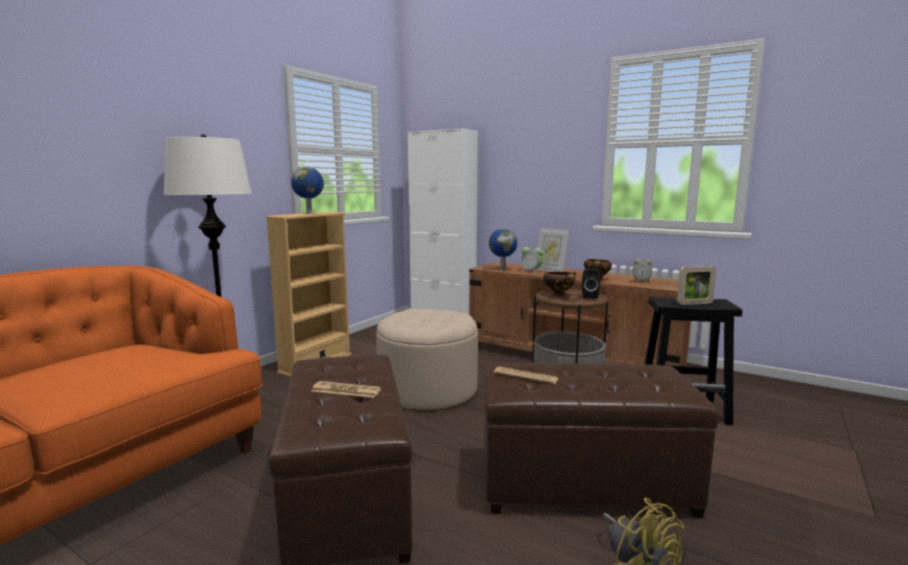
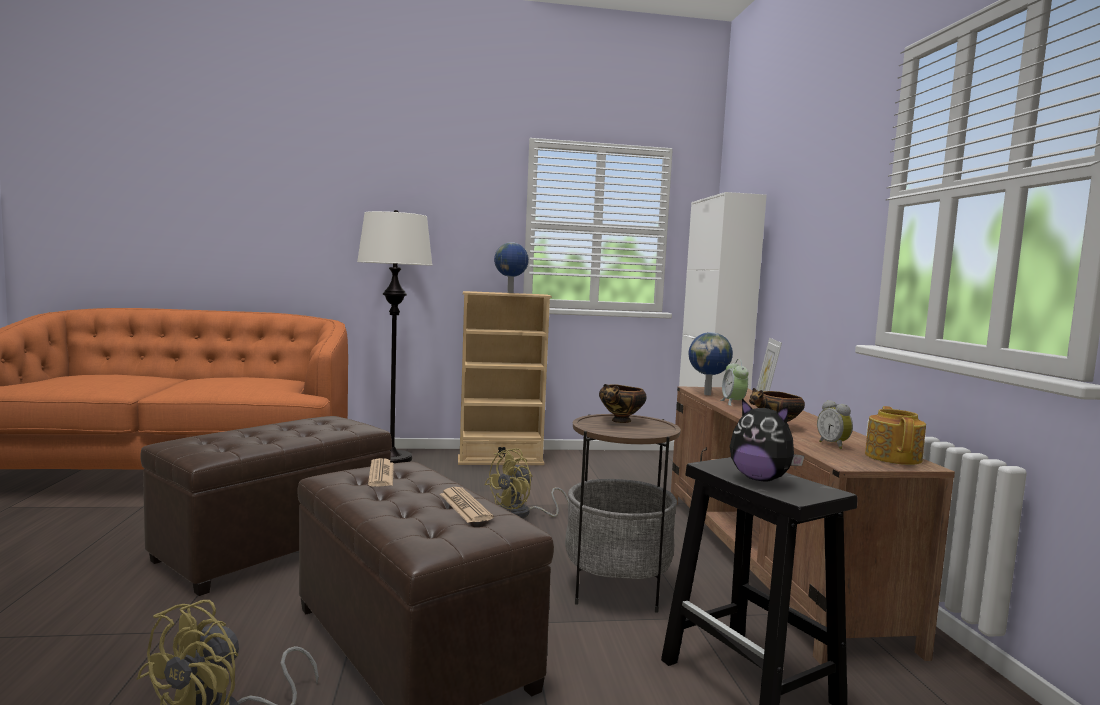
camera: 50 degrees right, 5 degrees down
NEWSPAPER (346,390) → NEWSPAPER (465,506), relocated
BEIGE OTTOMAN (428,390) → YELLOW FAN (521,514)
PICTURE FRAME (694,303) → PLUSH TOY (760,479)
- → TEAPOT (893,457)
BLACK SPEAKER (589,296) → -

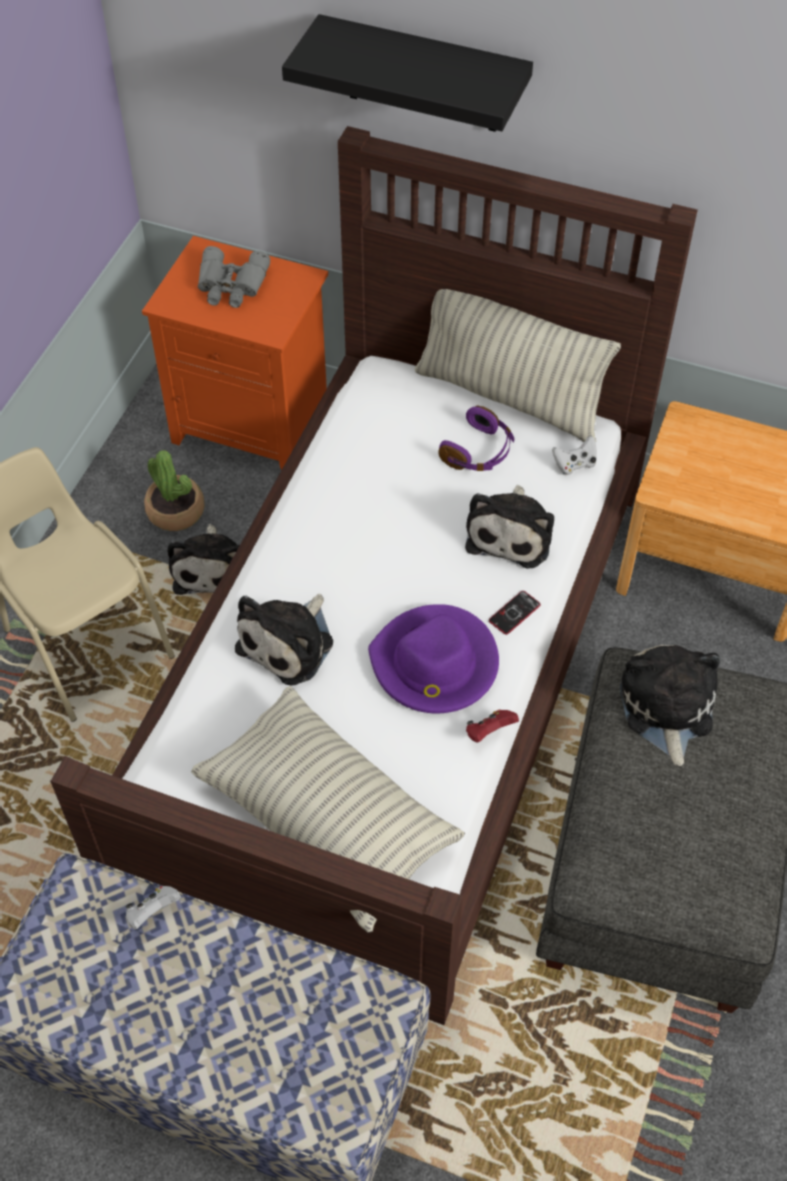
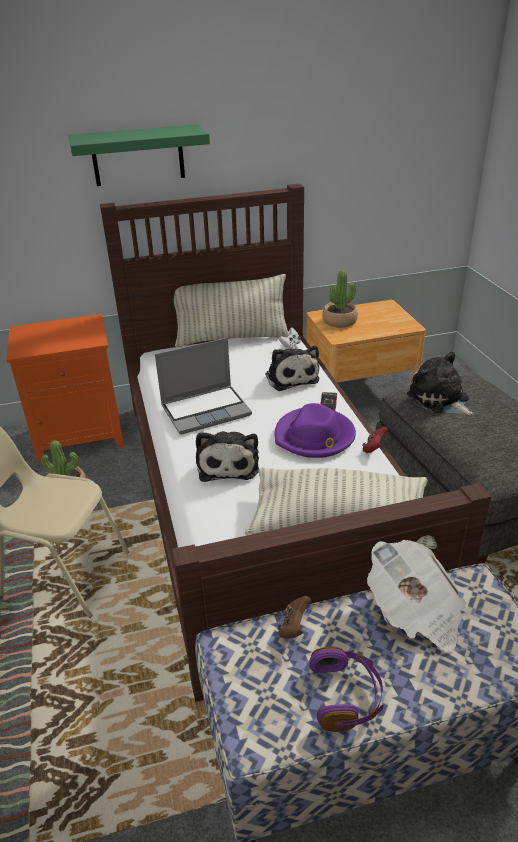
camera: 35 degrees left, 20 degrees down
BLACK SHELF (423,75) → GREEN SHELF (138,156)
- → LAPTOP (206,410)
WHITE GAME CONTROLLER (153,912) → BROWN GAME CONTROLLER (294,627)
PURPLE HEADPHONES (478,452) → PURPLE HEADPHONES (346,696), relocated
- → POTTED PLANT (339,321)
- → NEWSPAPER (415,612)
PLUSH TOY (211,568) → -
GREY BINOCULARS (231,286) → -

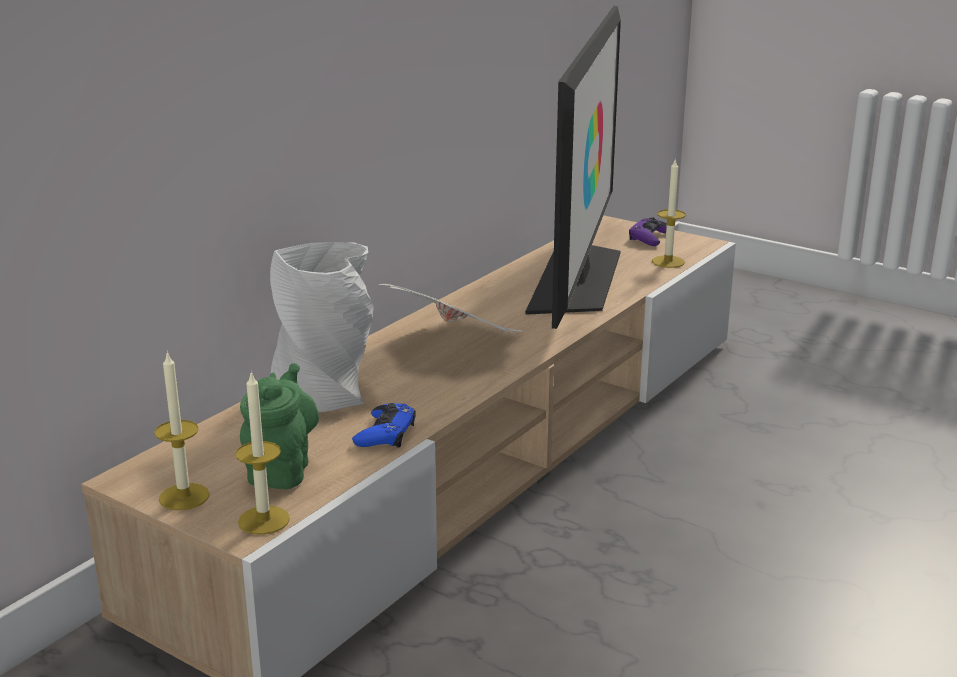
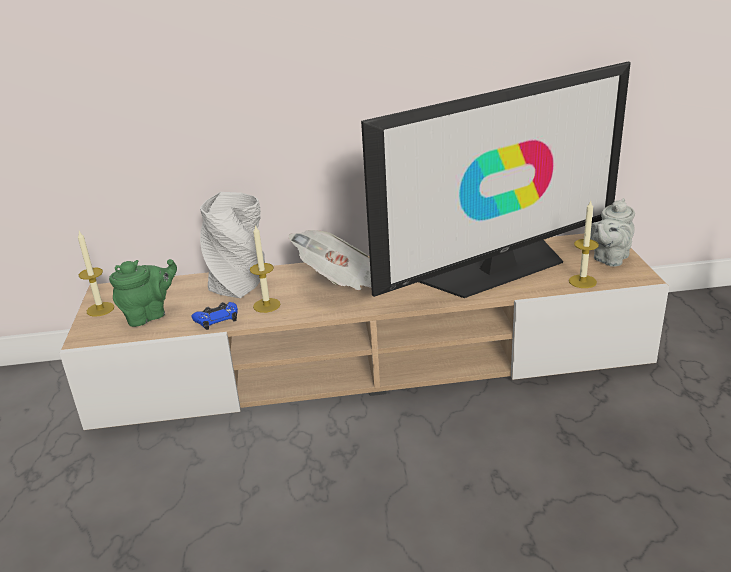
camera: 50 degrees right, 5 degrees up
CANDLE (264,520) → CANDLE (266,305), relocated
PURPLE GAME CONTROLLER (650,238) → GREY TEAPOT (609,259)

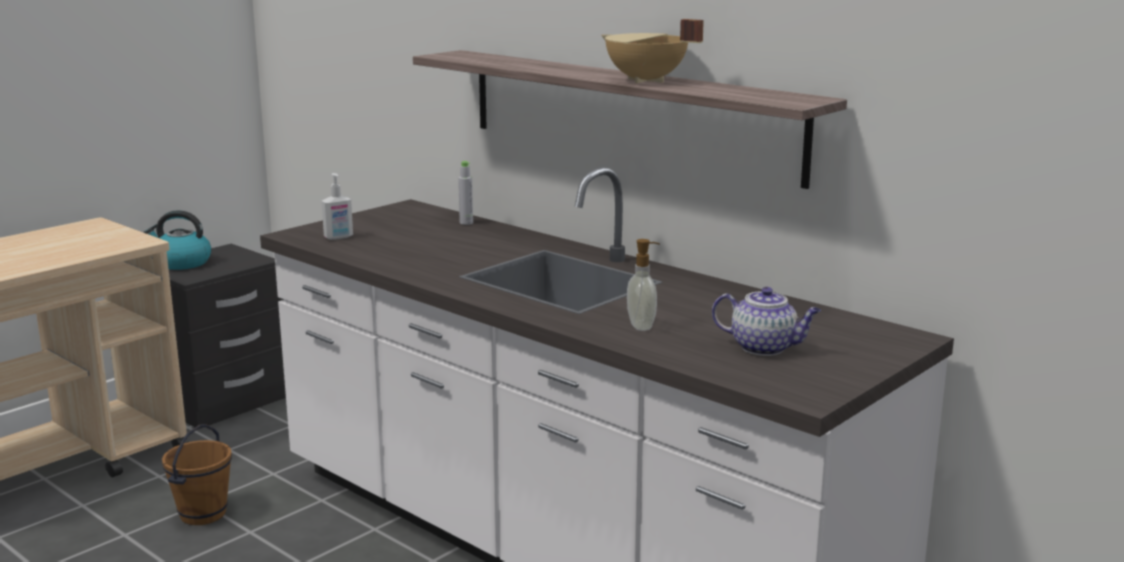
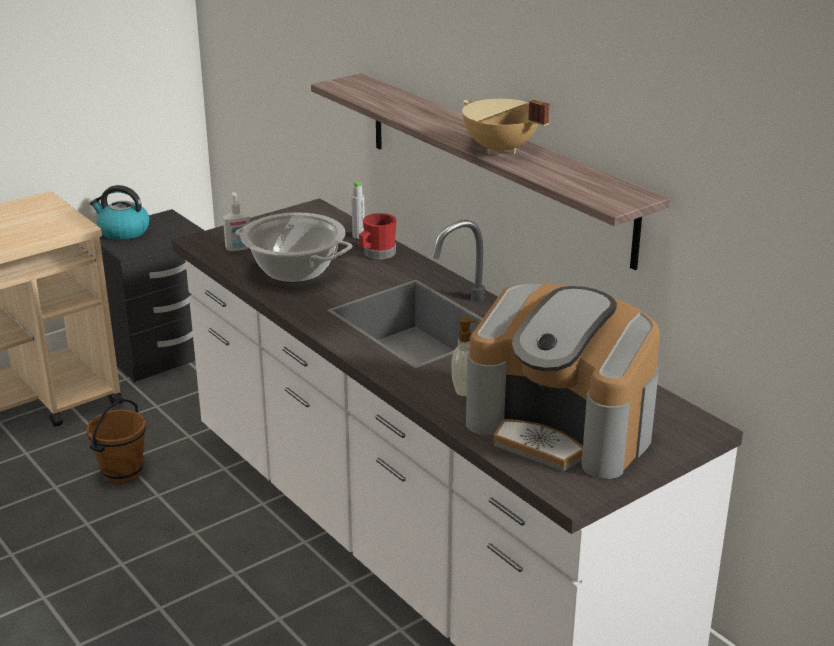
camera: 10 degrees right, 10 degrees up
- → COOKING POT (295,270)
- → RED MUG (377,254)
TEAPOT (765,348) → COFFEE MACHINE (562,428)

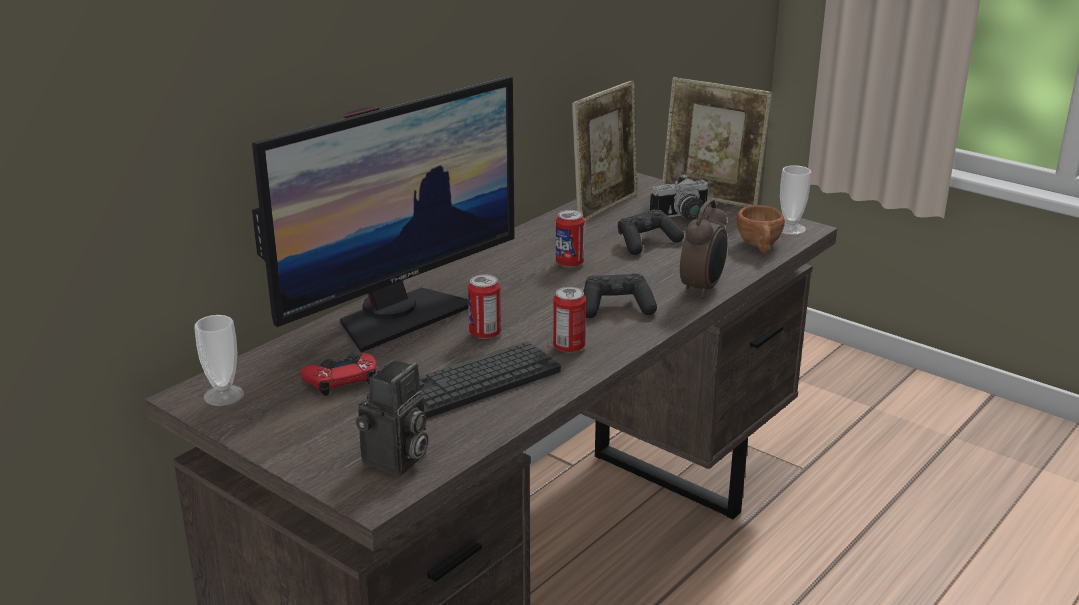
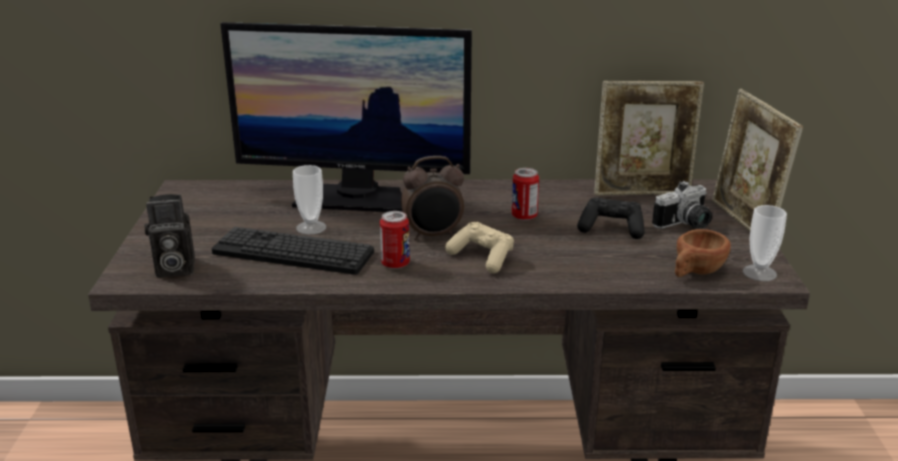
camera: 50 degrees right, 0 degrees up
CUP (224,395) → CUP (311,227), relocated
ALARM CLOCK (703,289) → ALARM CLOCK (433,235), relocated
BLACK GAME CONTROLLER (616,308) → BEIGE GAME CONTROLLER (482,257)
PHOTO CAMERA (683,218) → PHOTO CAMERA (685,225), 60 degrees counterclockwise
RED GAME CONTROLLER (341,379) → -
CAN (485,334) → -

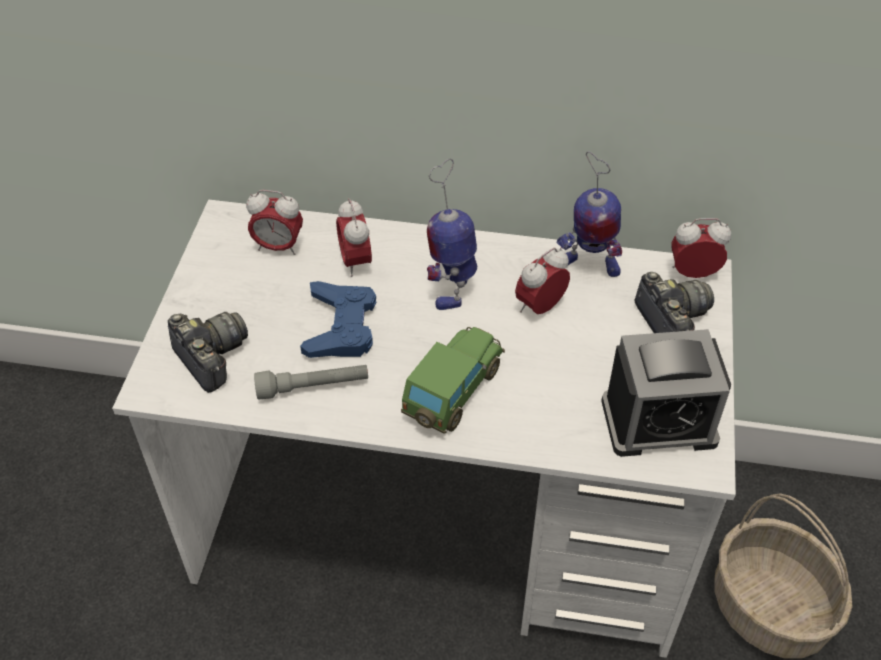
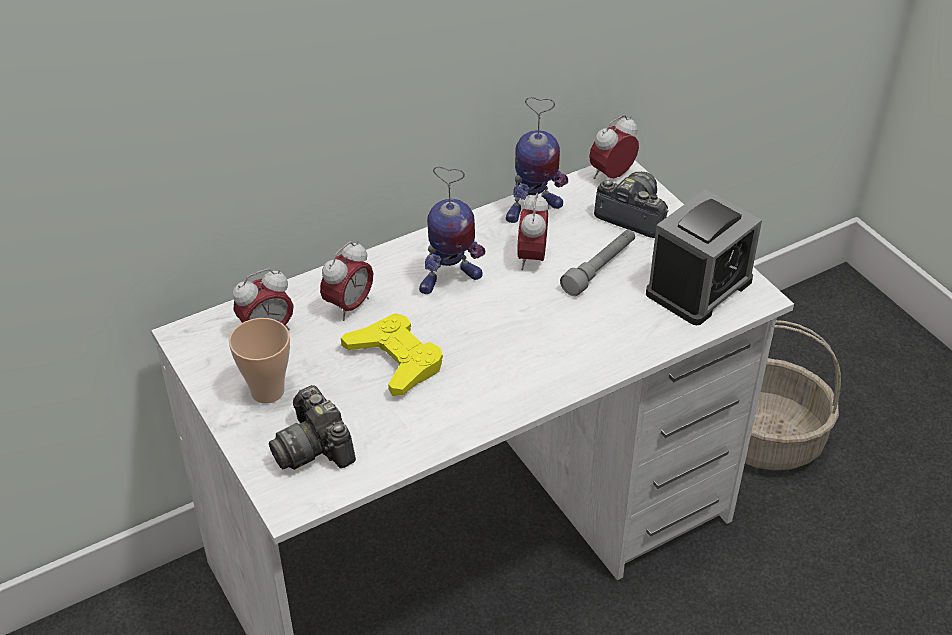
camera: 40 degrees left, 5 degrees down
- → CUP (267,391)
PHOTO CAMERA (211,357) → PHOTO CAMERA (314,447), 135 degrees counterclockwise
ALARM CLOCK (356,262) → ALARM CLOCK (349,306), 90 degrees counterclockwise
BLUE GAME CONTROLLER (341,326) → YELLOW GAME CONTROLLER (395,360)
TOY ROBOT (452,286) → TOY ROBOT (449,281), 90 degrees counterclockwise
GREY FLASHLIGHT (313,387) → GREY FLASHLIGHT (599,269), relocated
TOY CAR (452,392) → -

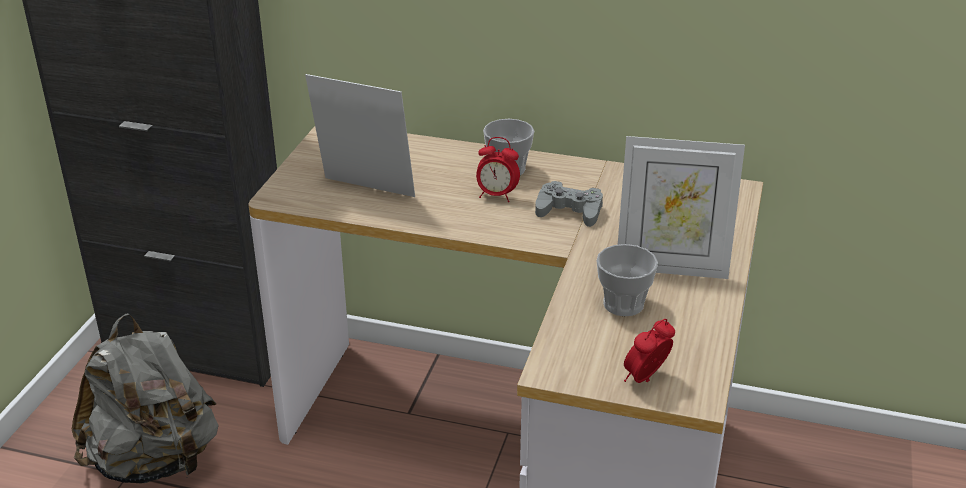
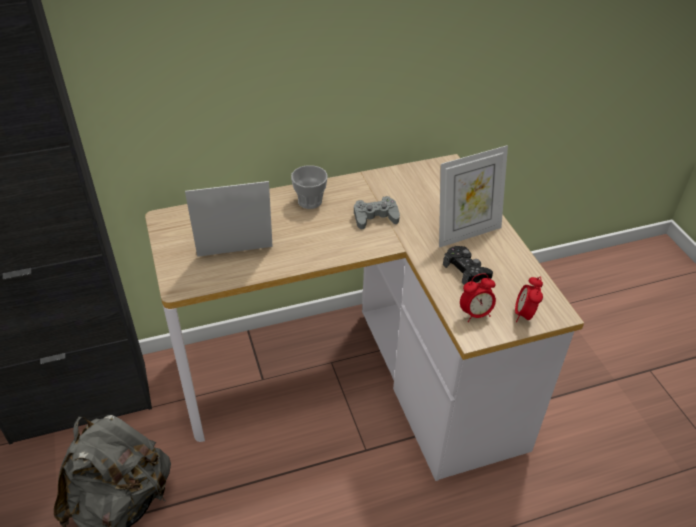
camera: 35 degrees left, 10 degrees up
CUP (623,304) → BLACK GAME CONTROLLER (466,270)
ALARM CLOCK (496,196) → ALARM CLOCK (475,314), relocated

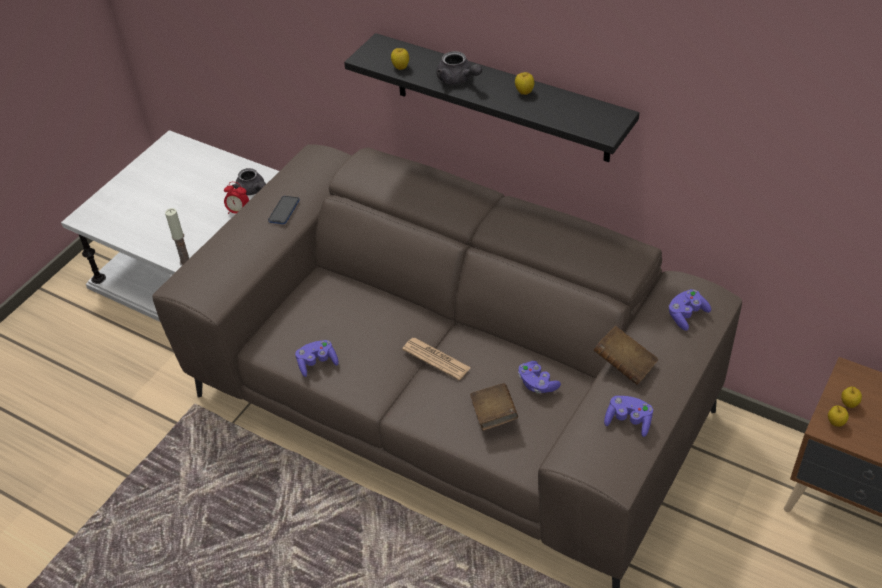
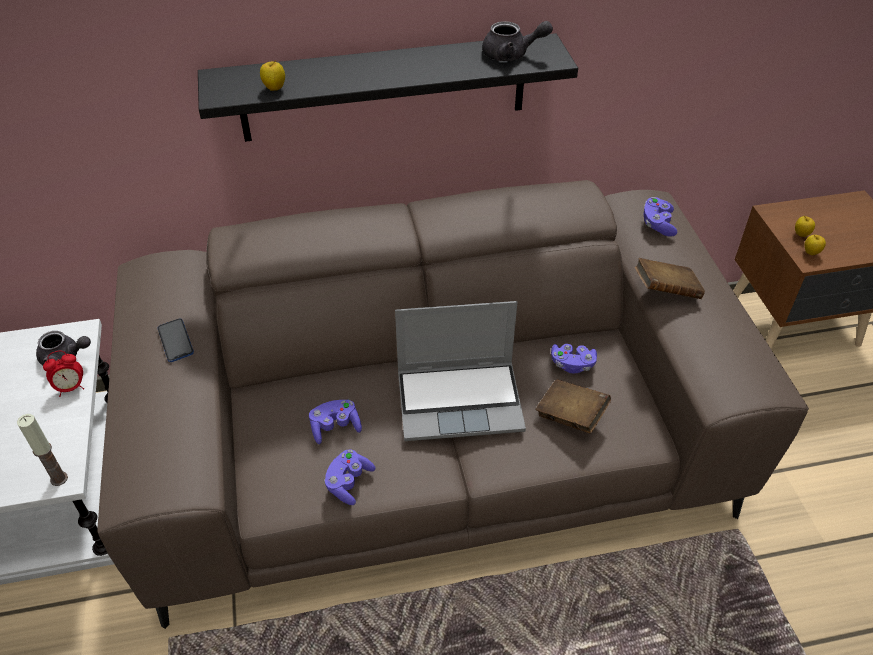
camera: 45 degrees left, 0 degrees up
PURPLE GAME CONTROLLER (628,421) → PURPLE GAME CONTROLLER (335,427), relocated
NEWSPAPER (436,359) → LAPTOP (461,400)
GREY TEAPOT (458,79) → GREY TEAPOT (511,54), relocated
APPLE (524,92) → -

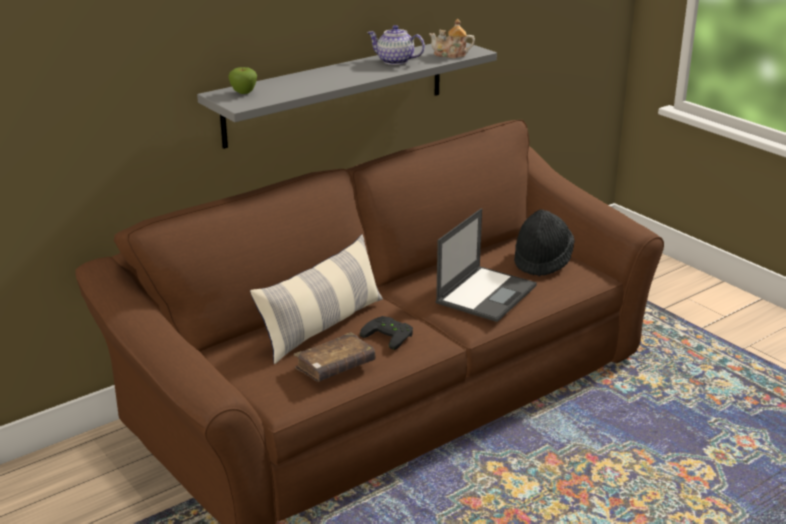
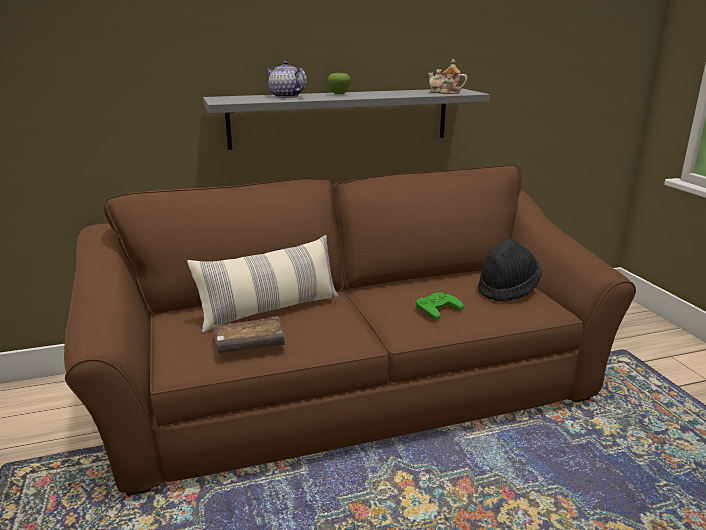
camera: 20 degrees right, 5 degrees down
TEAPOT (394,61) → TEAPOT (286,96), relocated
APPLE (243,93) → APPLE (339,94), relocated
LAPTOP (486,293) → GREEN GAME CONTROLLER (436,308)
BLACK GAME CONTROLLER (390,335) → -

